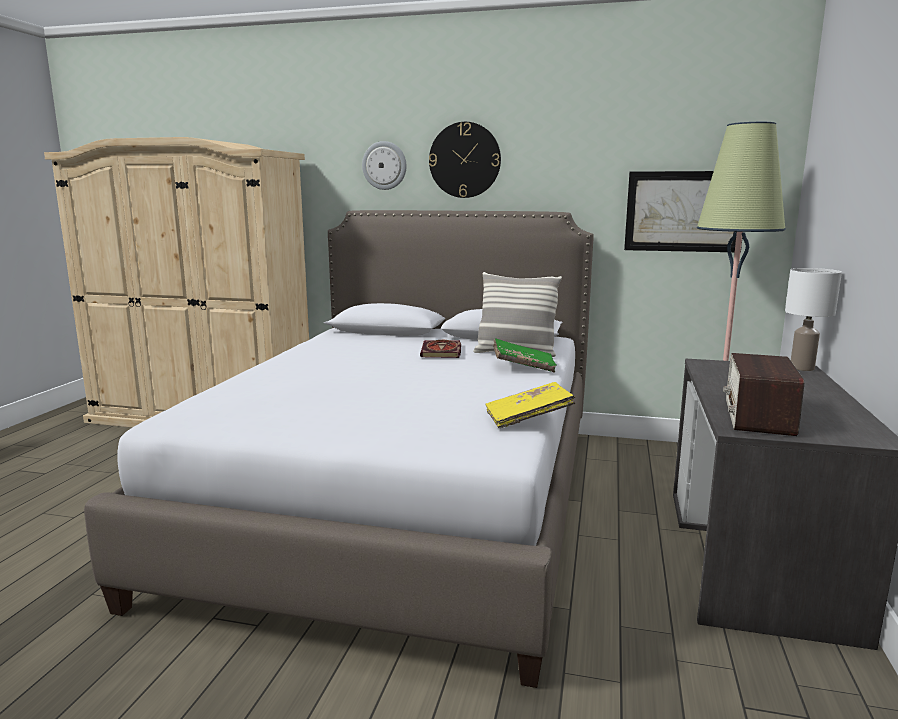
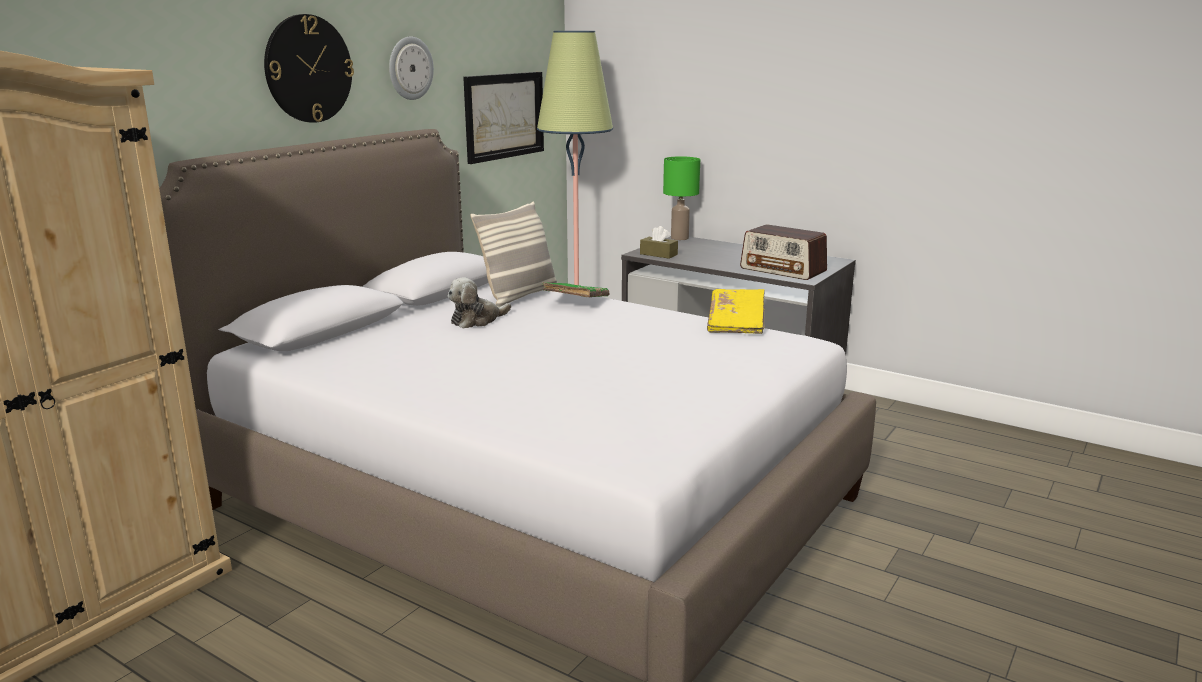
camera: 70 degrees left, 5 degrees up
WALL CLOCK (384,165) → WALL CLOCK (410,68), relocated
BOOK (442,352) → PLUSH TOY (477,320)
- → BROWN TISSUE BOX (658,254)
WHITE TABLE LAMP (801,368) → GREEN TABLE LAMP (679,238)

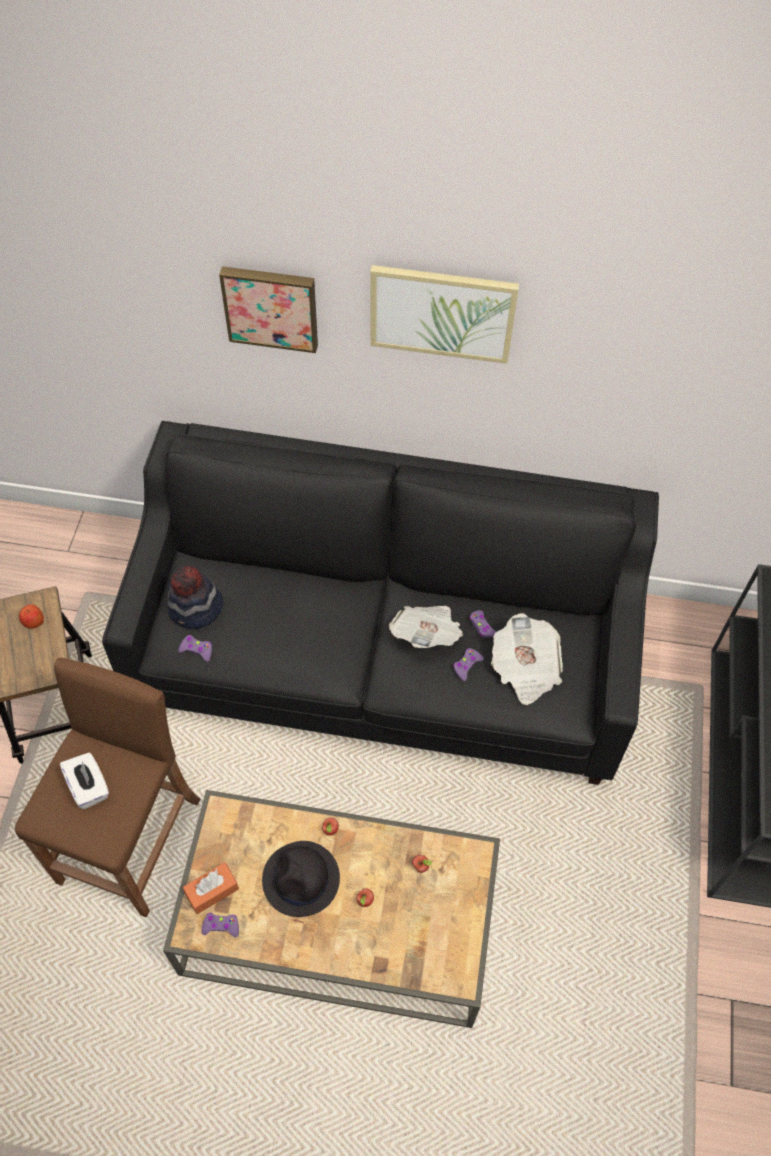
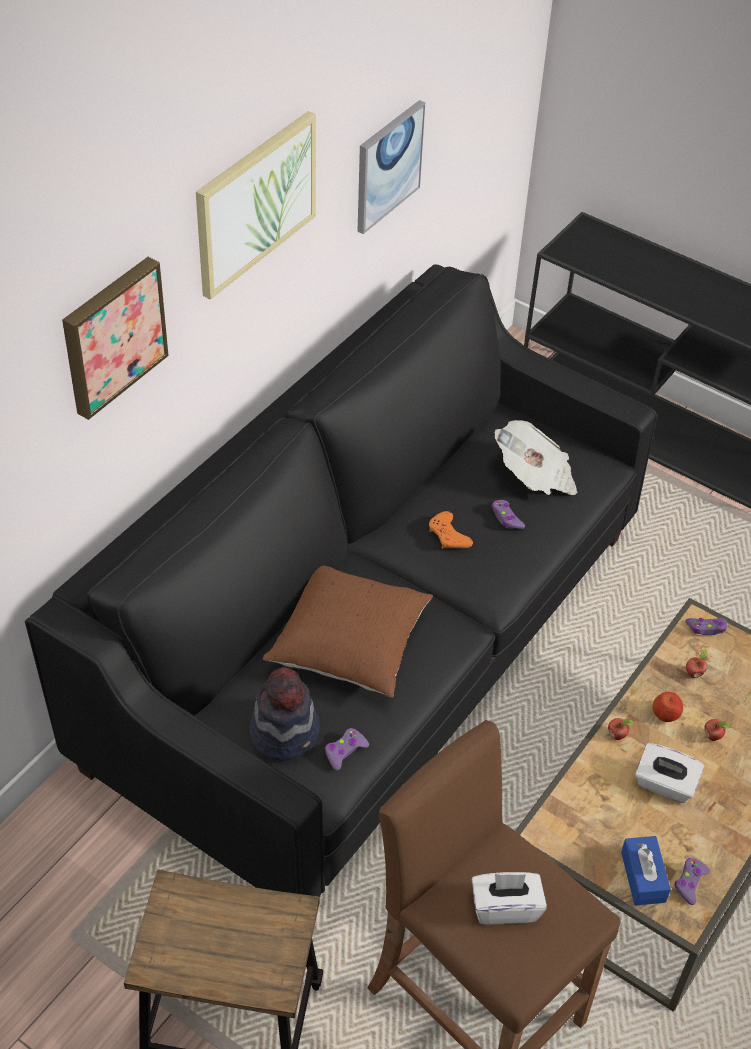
camera: 65 degrees left, 10 degrees down
- → BROWN PILLOW (349,645)
- → PICTURE (388,166)
NEWSPAPER (427,634) → ORANGE GAME CONTROLLER (448,535)
ORANGE TISSUE BOX (212,891) → BLUE TISSUE BOX (643,877)
BLACK HAT (301,879) → WHITE TISSUE BOX (664,784)
APPLE (33,621) → APPLE (666,714), relocated
PURPLE GAME CONTROLLER (482,627) → PURPLE GAME CONTROLLER (706,628), relocated

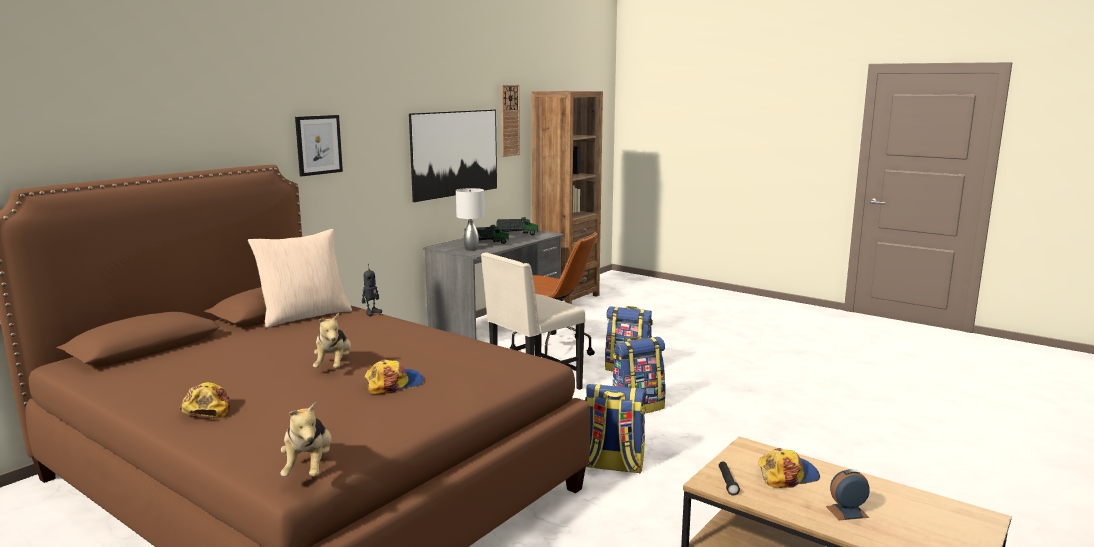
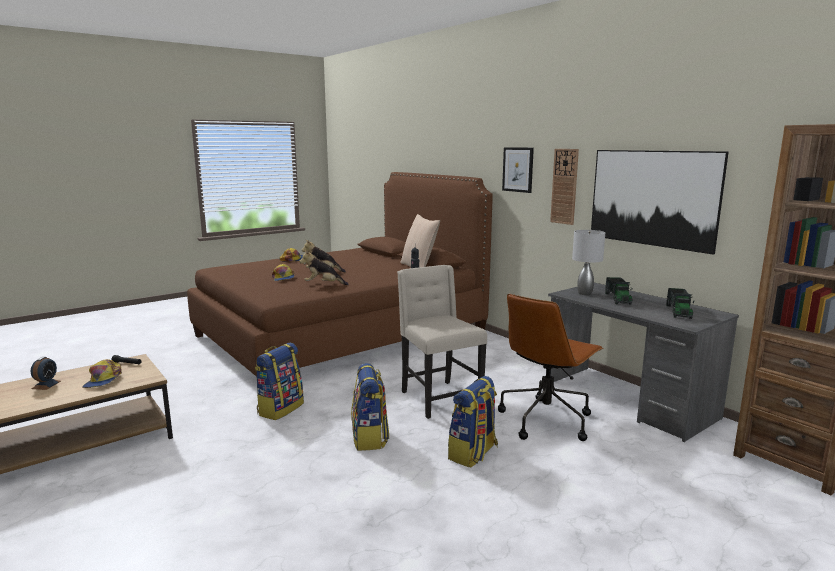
camera: 105 degrees right, 0 degrees up
PLUSH TOY (309,468) → PLUSH TOY (323,284), relocated
WALL CLOCK (509,120) → WALL CLOCK (564,186), relocated

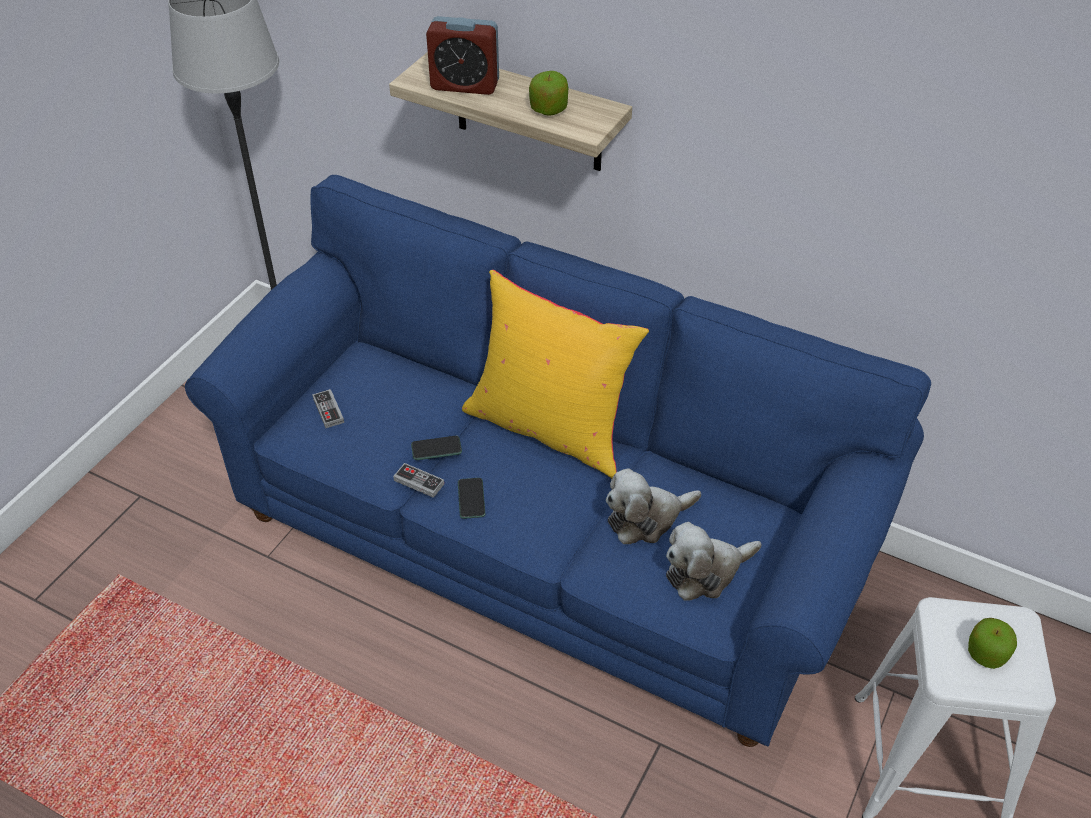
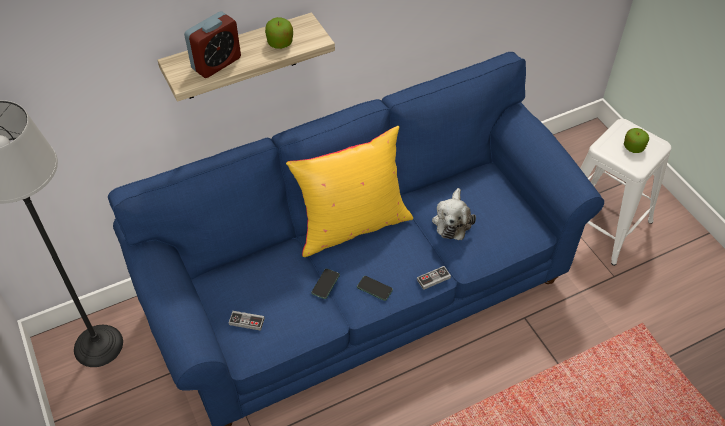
camera: 55 degrees left, 5 degrees up
GAME CONTROLLER (419,482) → GAME CONTROLLER (433,279), relocated
PLUSH TOY (705,572) → -

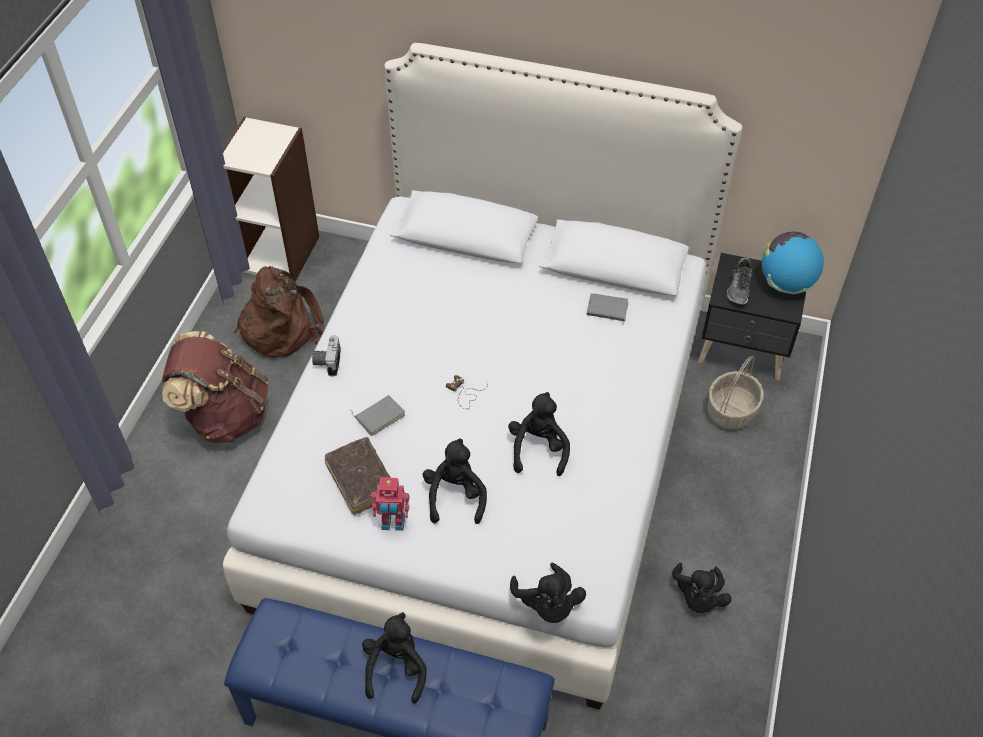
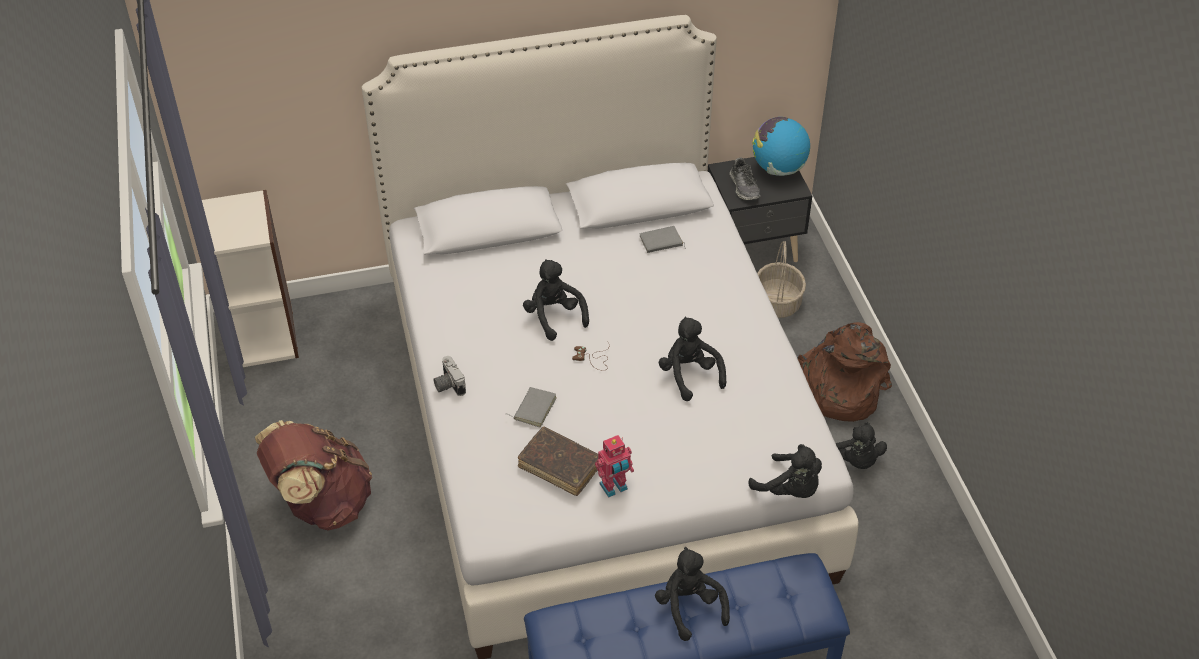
camera: 30 degrees left, 5 degrees down
BLACK PLUSH TOY (455,496) → BLACK PLUSH TOY (554,316), relocated
BROWN BACKPACK (281,327) → BROWN BACKPACK (838,390), relocated

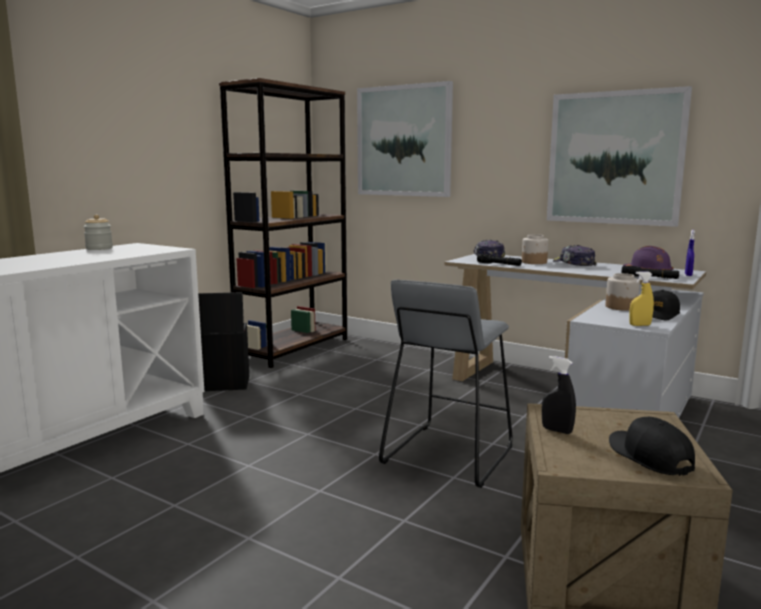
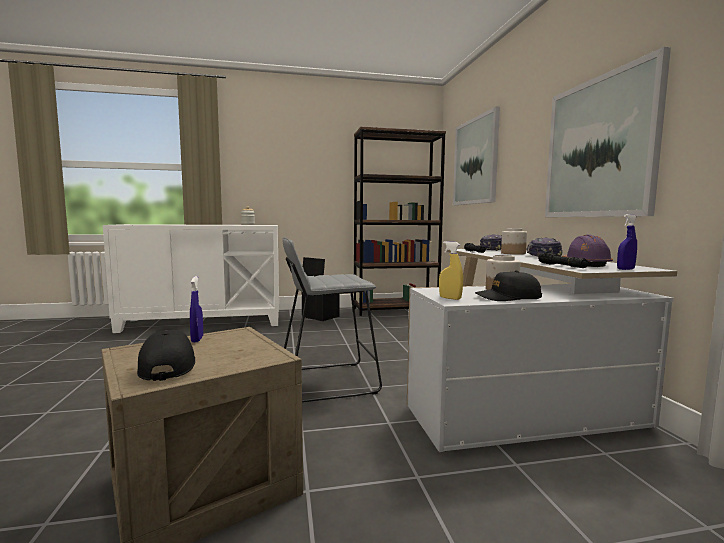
camera: 45 degrees right, 5 degrees down
BLACK CAP (649,456) → BLACK CAP (168,366), 45 degrees counterclockwise
BLACK SPRAY BOTTLE (557,430) → BLUE SPRAY BOTTLE (197,339)

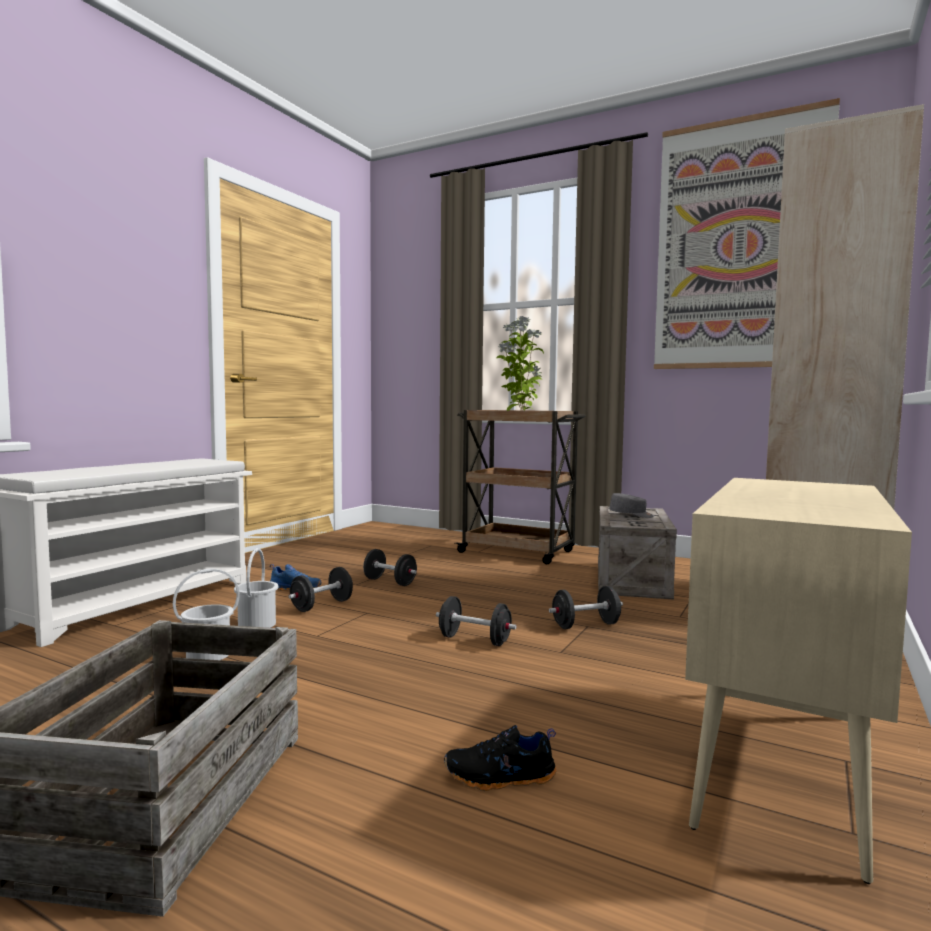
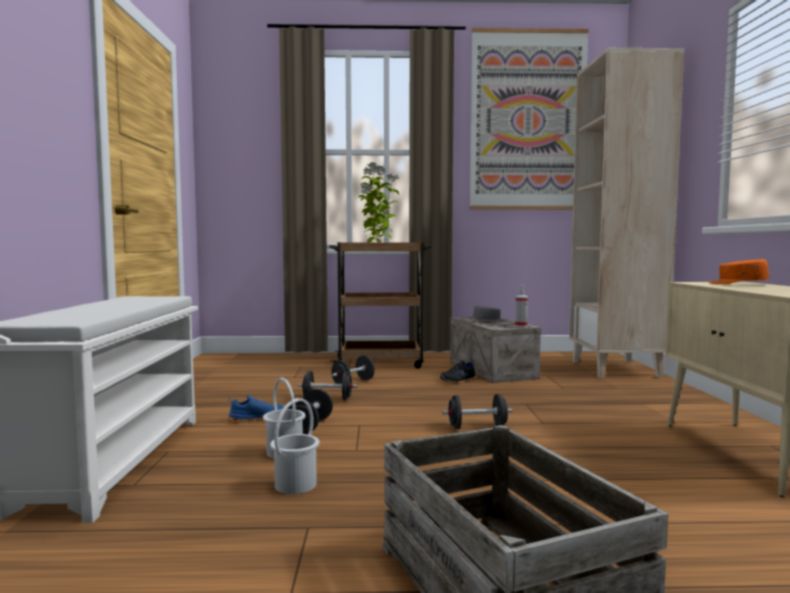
camera: 30 degrees left, 0 degrees up
BLACK DUMBBELL (585,625) → BLACK DUMBBELL (353,382), relocated
BLACK SHOE (500,778) → BLACK SHOE (458,381), relocated
- → SPRAY BOTTLE (521,325)
- → ORANGE CAP (737,284)

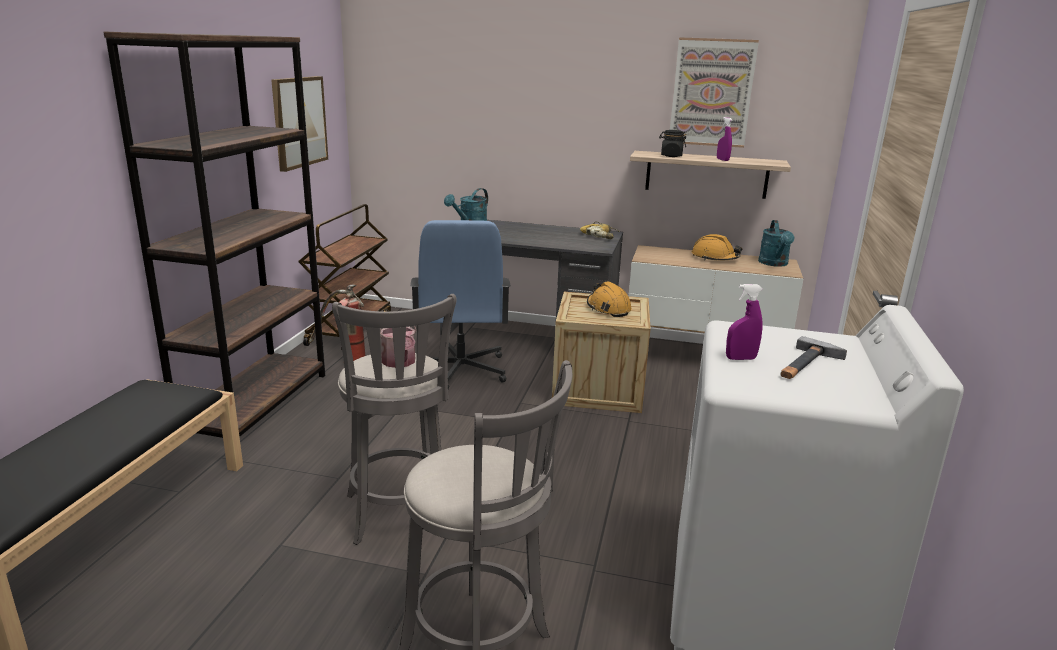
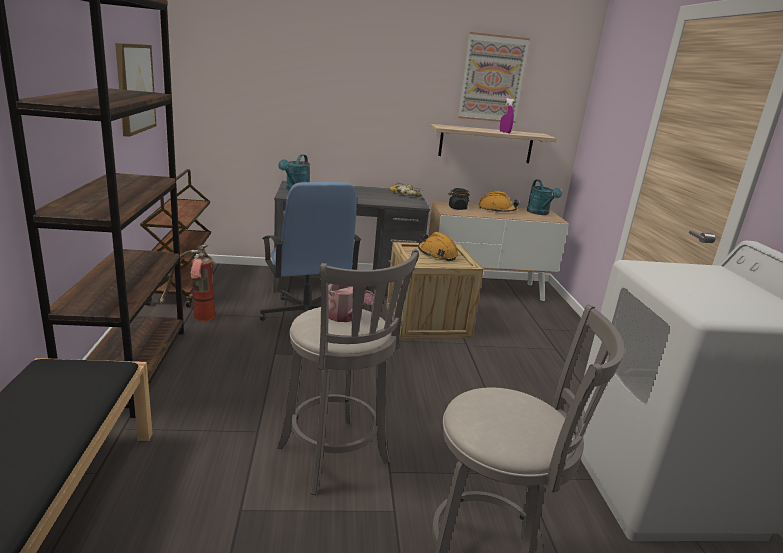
camera: 20 degrees left, 0 degrees up
BLACK JAR (671,156) → BLACK JAR (457,208), relocated
PURPLE SPRAY BOTTLE (740,358) → -
HAMMER (806,365) → -

